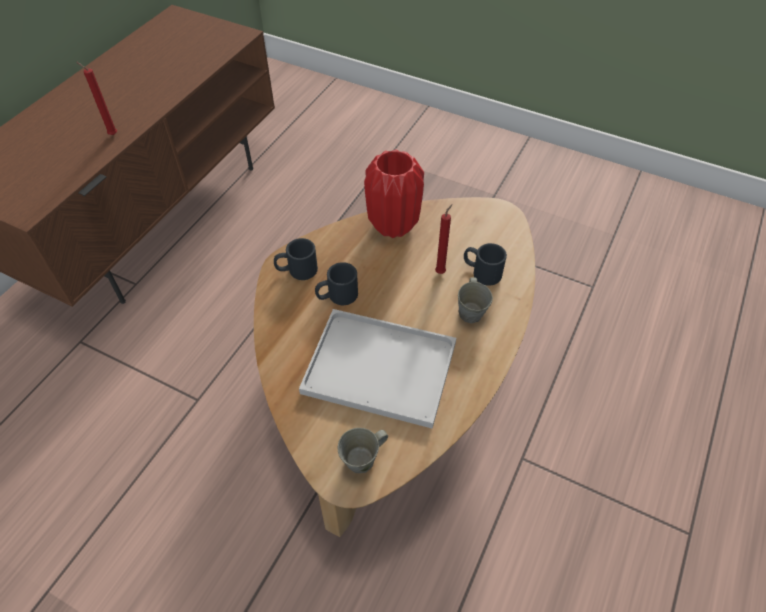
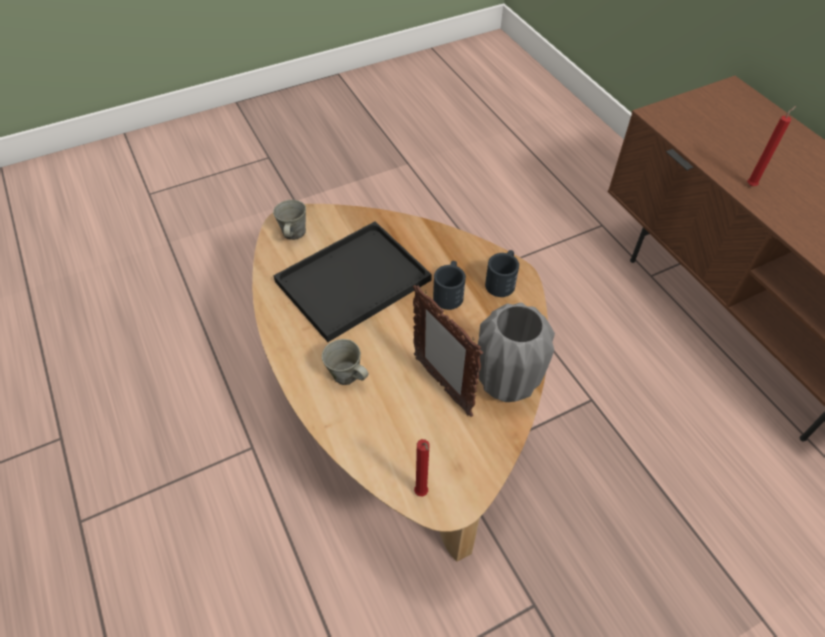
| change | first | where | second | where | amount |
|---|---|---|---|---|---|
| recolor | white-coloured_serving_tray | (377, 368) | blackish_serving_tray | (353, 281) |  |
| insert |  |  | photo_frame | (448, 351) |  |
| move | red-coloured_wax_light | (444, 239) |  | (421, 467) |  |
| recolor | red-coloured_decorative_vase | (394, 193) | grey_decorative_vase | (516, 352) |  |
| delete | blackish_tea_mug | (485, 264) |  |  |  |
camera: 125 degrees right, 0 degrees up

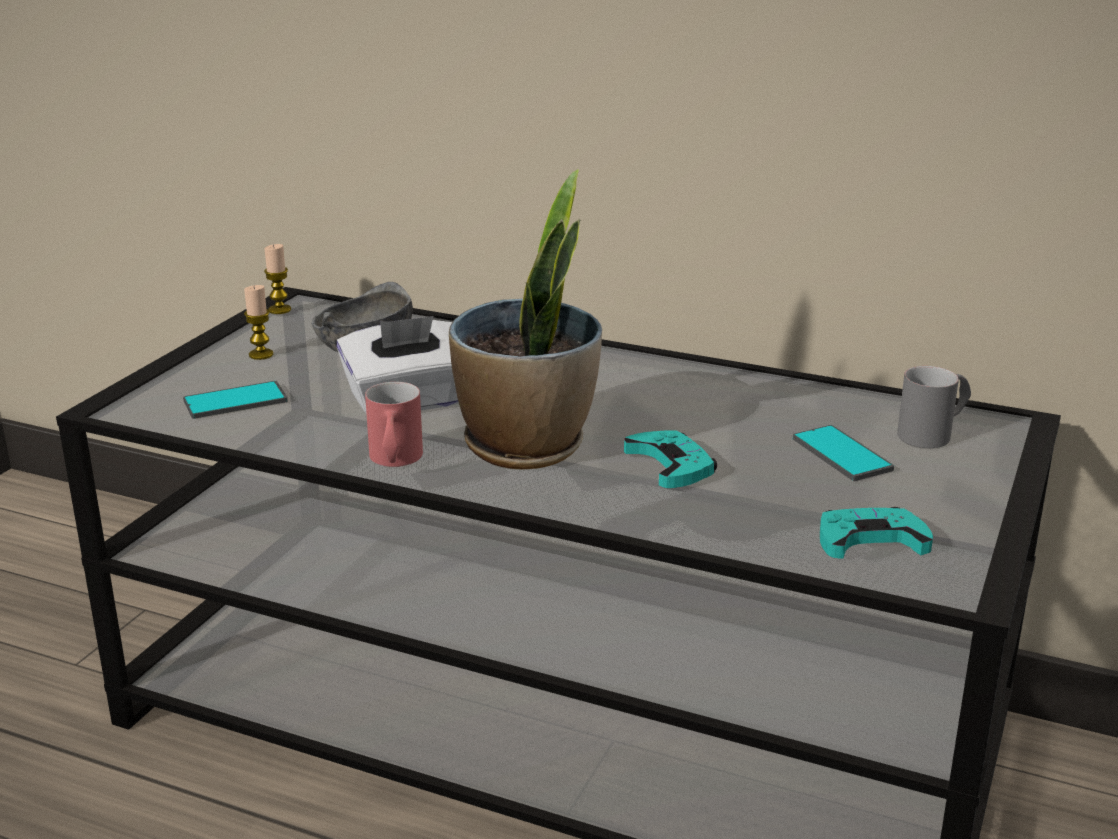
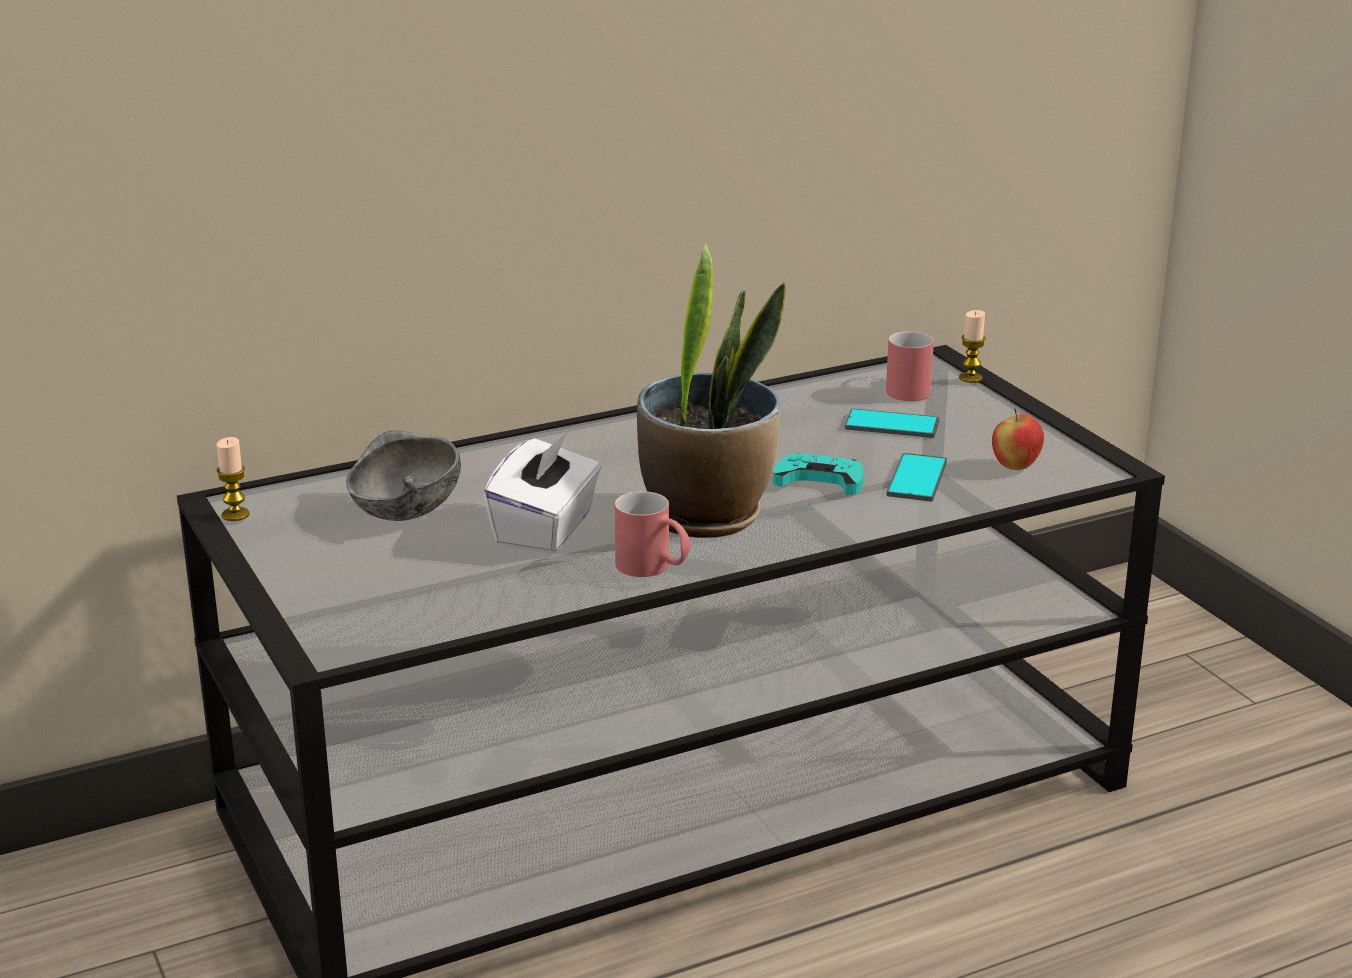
| change | first | where | second | where | amount |
|---|---|---|---|---|---|
| recolor | grey_tea_mug | (934, 407) | red-coloured_tea_mug | (910, 366) |  |
| move | handset | (235, 400) |  | (917, 477) |  |
| move | wax_light | (258, 322) |  | (972, 346) |  |
| replace | blue-green_game_controller | (876, 532) | apple | (1018, 439) |  |
camera: 50 degrees left, 0 degrees up

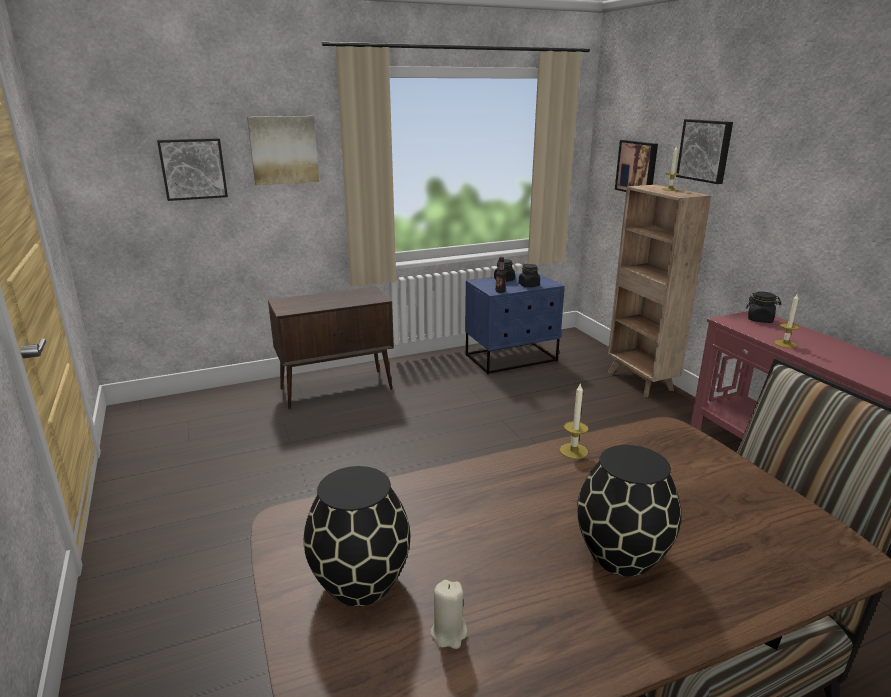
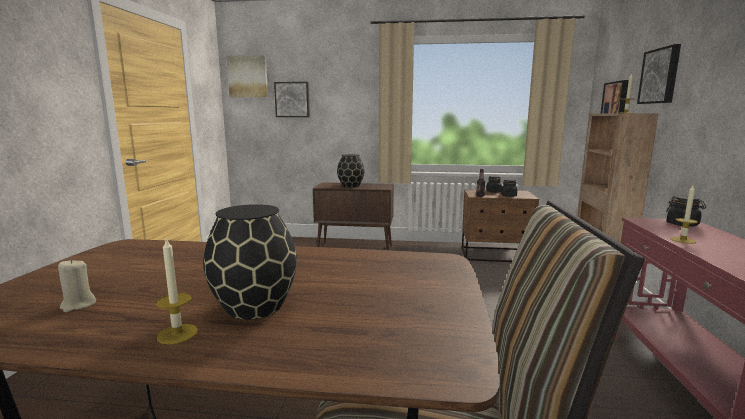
| change | first | where | second | where | amount |
|---|---|---|---|---|---|
| move | wax_light | (574, 421) |  | (176, 290) |  |
| move | wall_picture | (283, 150) |  | (247, 76) |  |
| move | blackish_decorative_vase | (357, 536) |  | (350, 171) |  |
| recolor | blue-coloured_night_table | (515, 323) | brown_night_table | (500, 225) |  |
camera: 30 degrees right, 10 degrees down

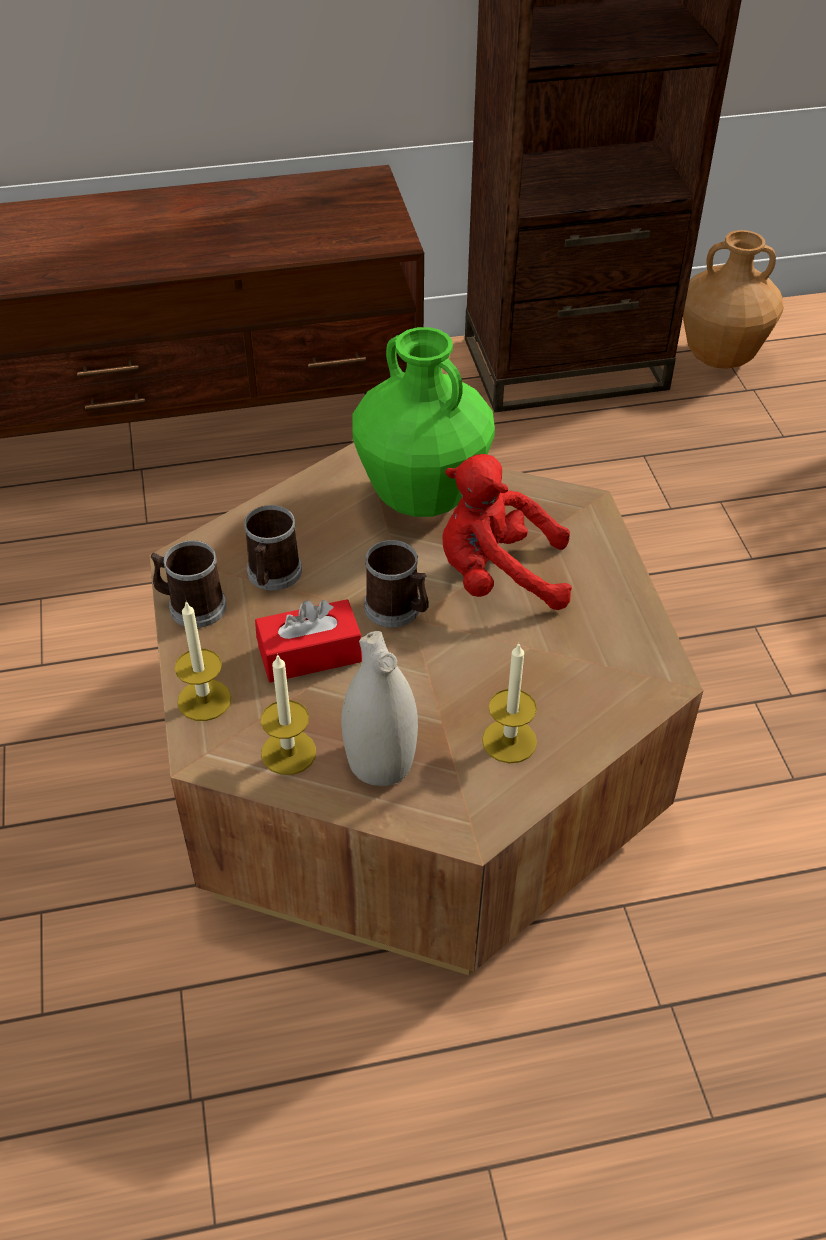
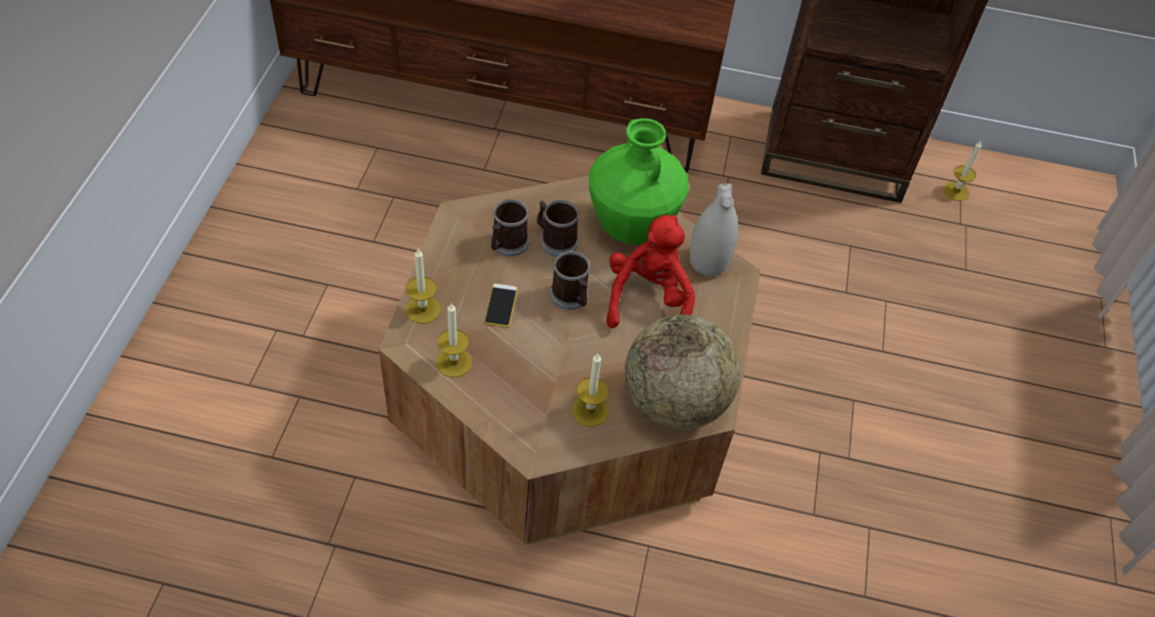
| change | first | where | second | where | amount |
|---|---|---|---|---|---|
| replace | red-coloured_tissue_holder | (308, 640) | handset | (501, 305) |  |
| move | tea_mug | (188, 584) |  | (558, 228) |  |
| rotate | red-coloured_plush_toy | (507, 532) |  | (650, 271) | 75 degrees clockwise |
| insert |  |  | globe | (682, 372) |  |
| move | white-coloured_decorative_vase | (379, 708) |  | (714, 230) |  |
| replace | brown_decorative_vase | (733, 299) | wax_light | (962, 171) |  |
camera: 20 degrees right, 5 degrees up

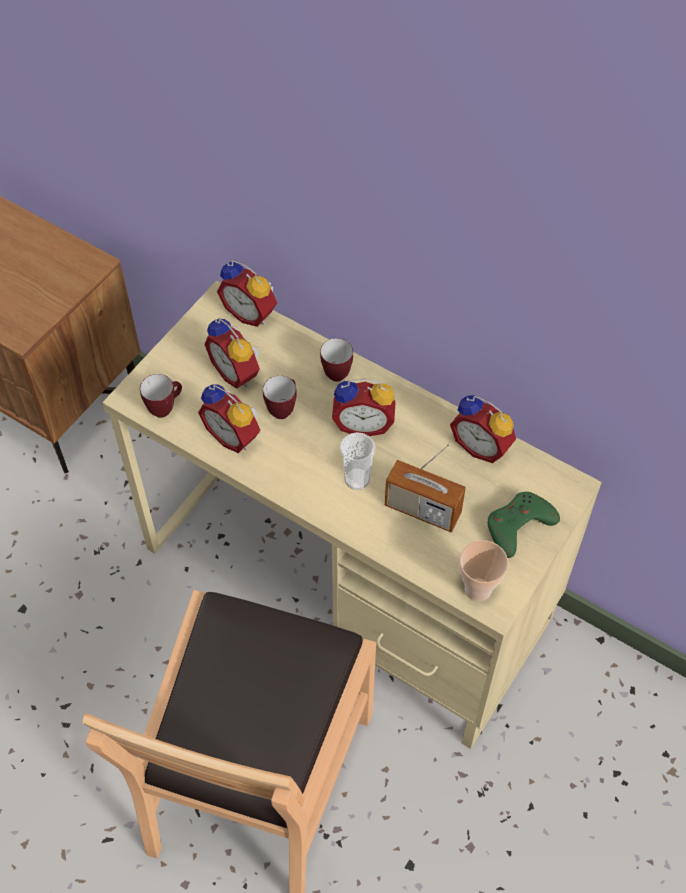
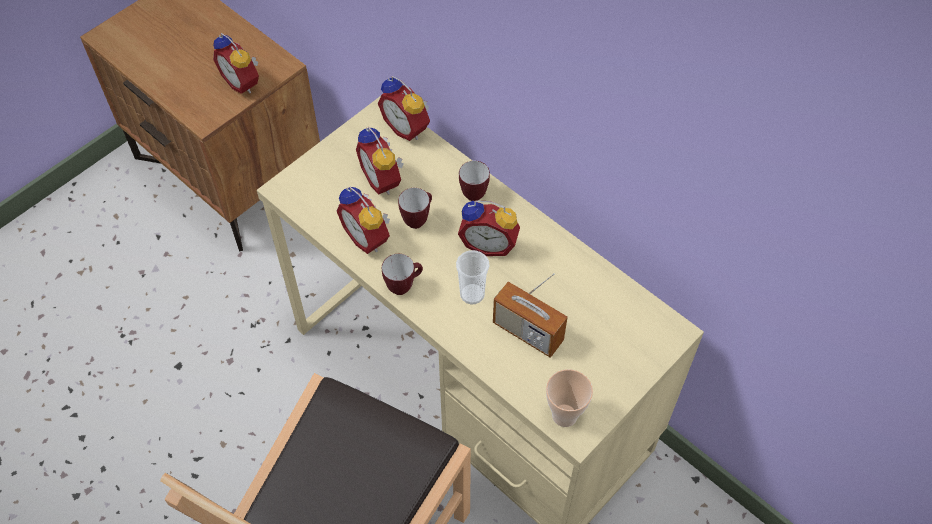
| change | first | where | second | where | amount |
|---|---|---|---|---|---|
| move | table_clock | (483, 429) |  | (236, 63) |  |
| move | tea_mug | (161, 396) |  | (402, 274) |  |
| delete | green-coloured_game_controller | (524, 525) |  |  |  |
camera: 10 degrees right, 0 degrees up

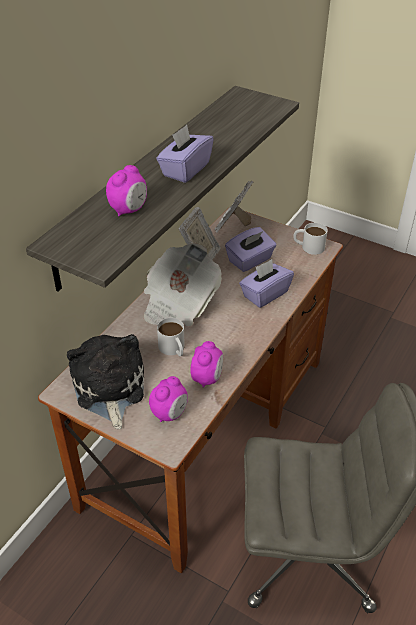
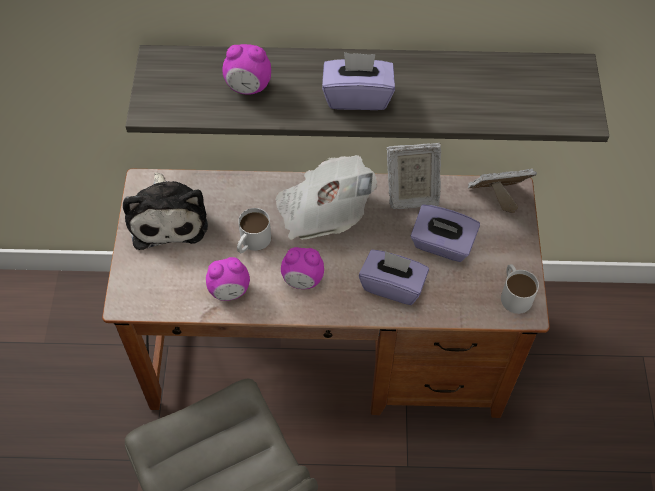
| change | first | where | second | where | amount |
|---|---|---|---|---|---|
| rotate | plush_toy | (105, 381) |  | (165, 211) | 120 degrees clockwise |
| move | table_clock | (168, 399) |  | (302, 268) |  |
camera: 60 degrees right, 15 degrees up

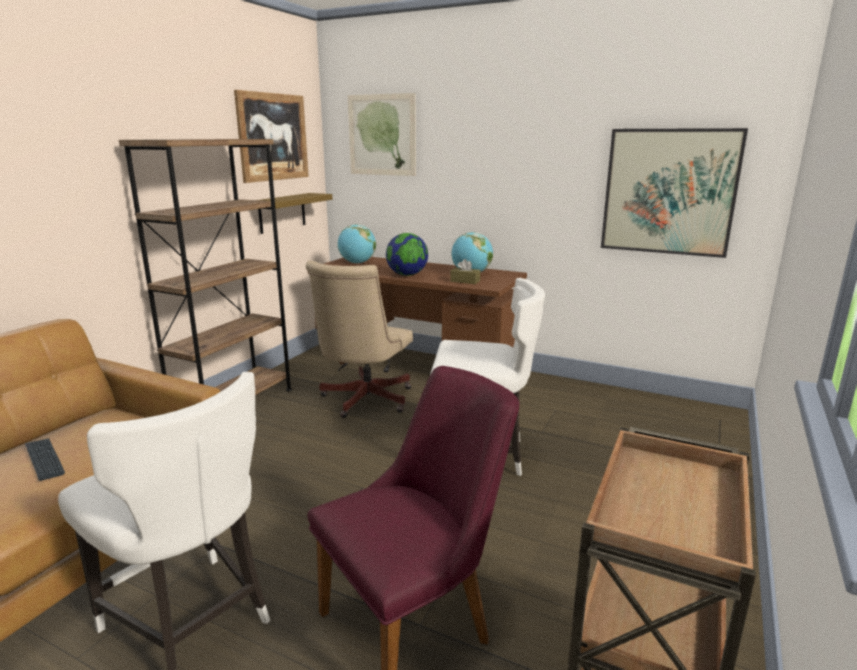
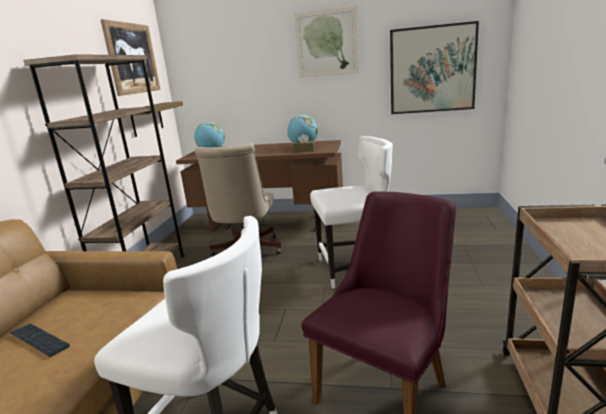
| change | first | where | second | where | amount |
|---|---|---|---|---|---|
| move | wall_picture | (382, 134) |  | (326, 42) |  |
| delete | globe | (407, 254) |  |  |  |
camera: 15 degrees left, 0 degrees up

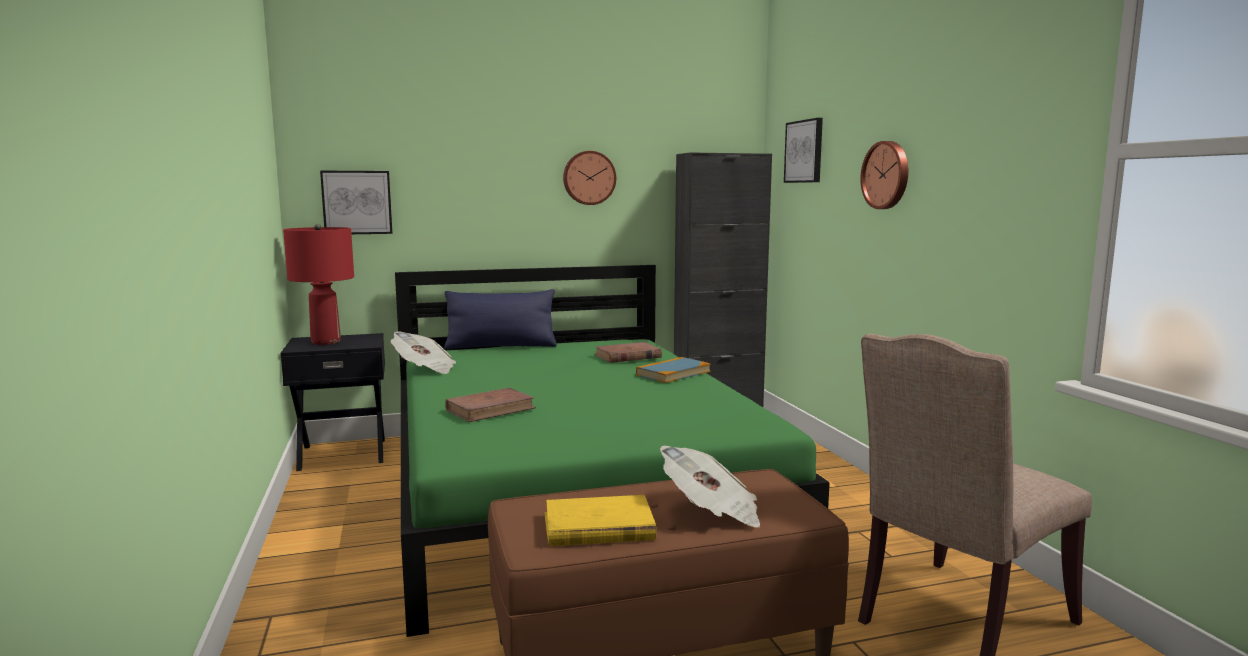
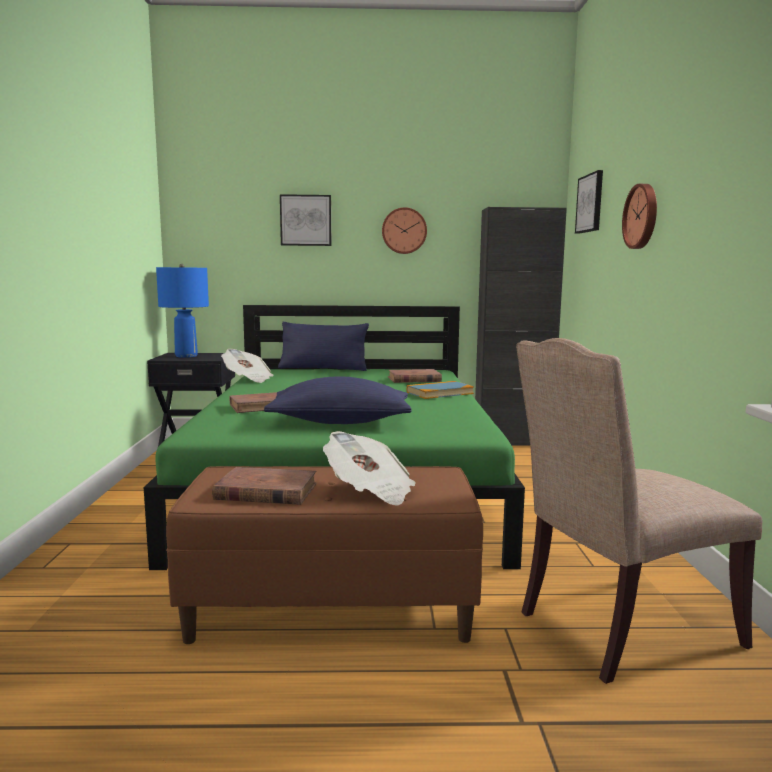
| change | first | where | second | where | amount |
|---|---|---|---|---|---|
| recolor | red-coloured_table_lamp | (318, 284) | blue-coloured_table_lamp | (182, 311) |  |
| recolor | yellow-coloured_book | (600, 520) | brown_book | (264, 486) |  |
| insert |  |  | blue-coloured_throw_pillow | (338, 400) |  |
| move | wall_picture | (356, 202) |  | (305, 220) |  |
camera: 15 degrees right, 0 degrees up

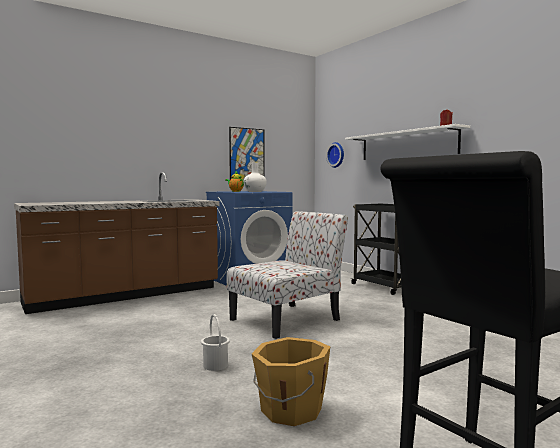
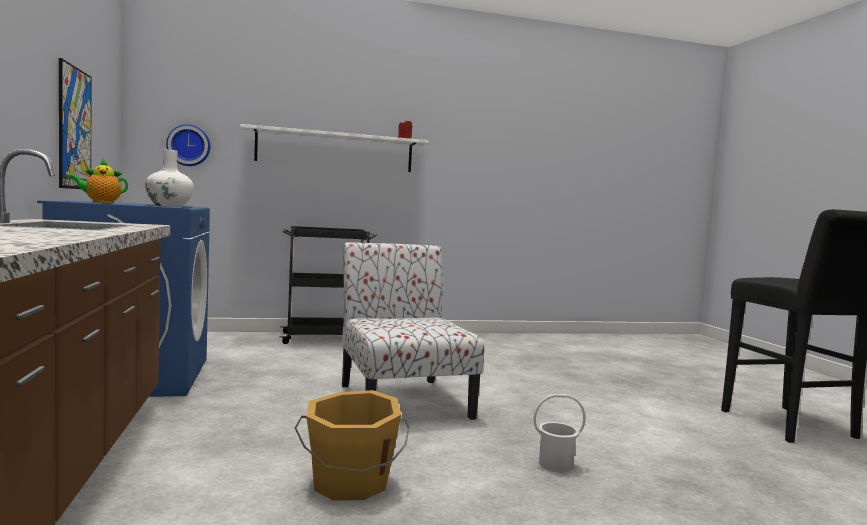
| change | first | where | second | where | amount |
|---|---|---|---|---|---|
| move | orange-coloured_bucket | (291, 381) |  | (352, 445) |  |
camera: 70 degrees left, 0 degrees up

